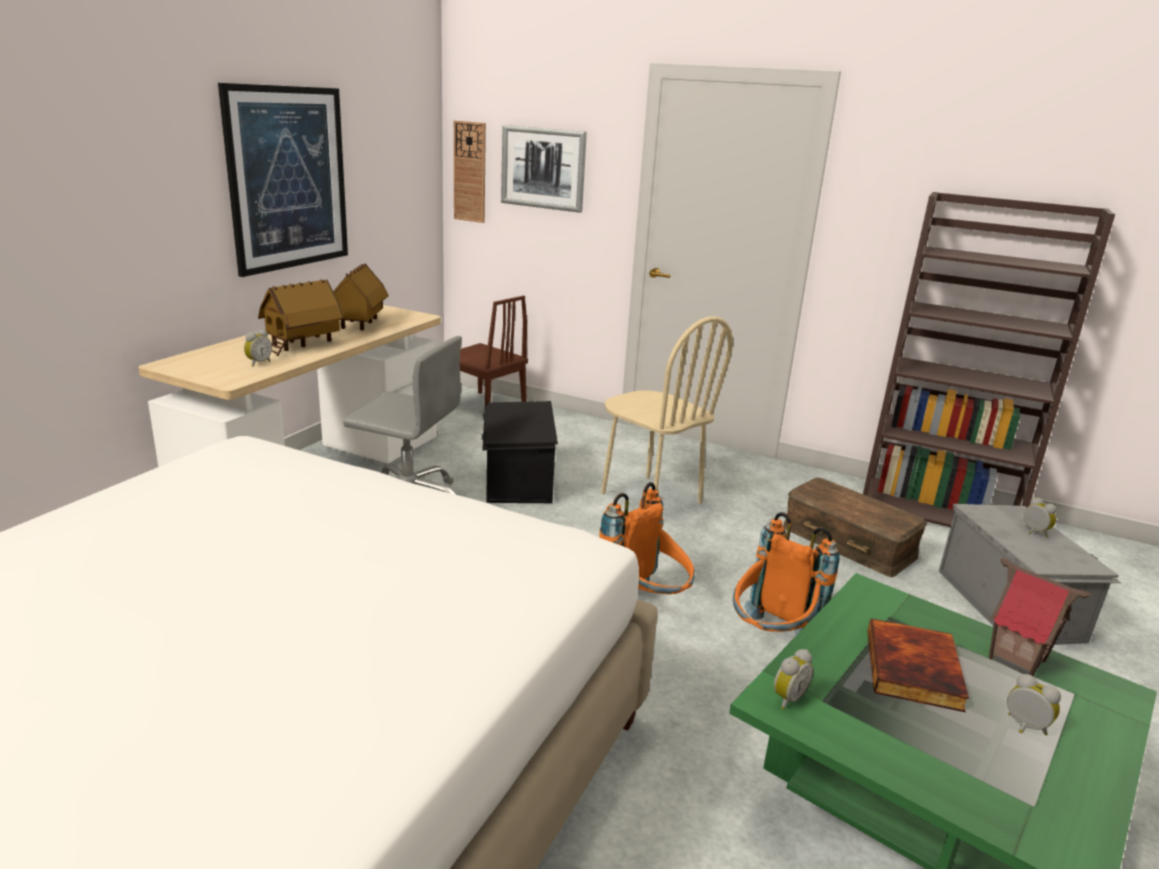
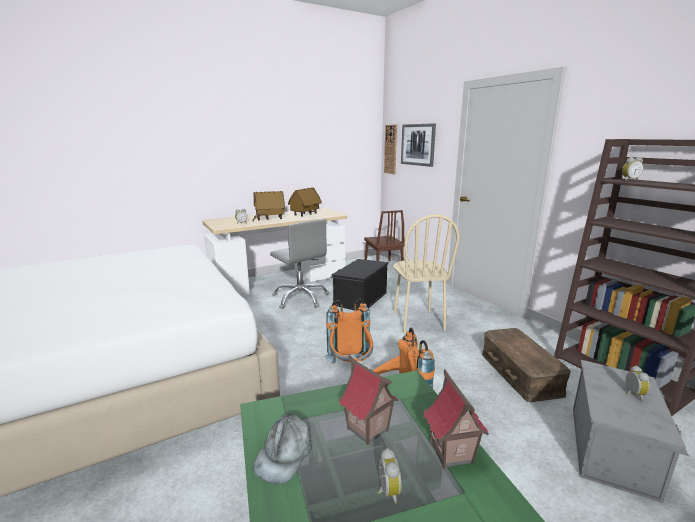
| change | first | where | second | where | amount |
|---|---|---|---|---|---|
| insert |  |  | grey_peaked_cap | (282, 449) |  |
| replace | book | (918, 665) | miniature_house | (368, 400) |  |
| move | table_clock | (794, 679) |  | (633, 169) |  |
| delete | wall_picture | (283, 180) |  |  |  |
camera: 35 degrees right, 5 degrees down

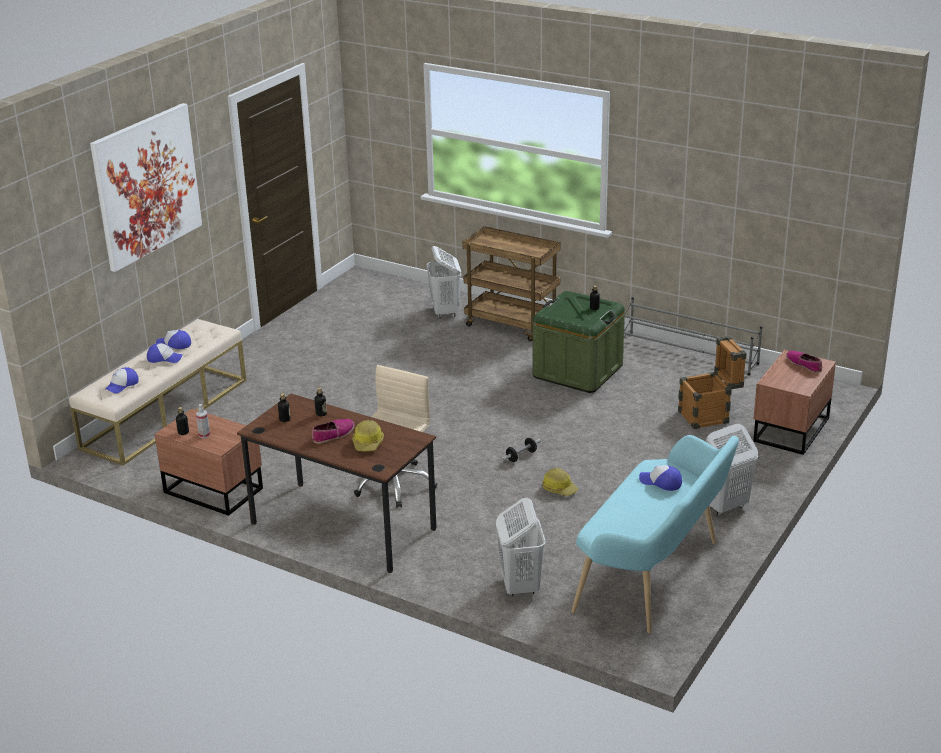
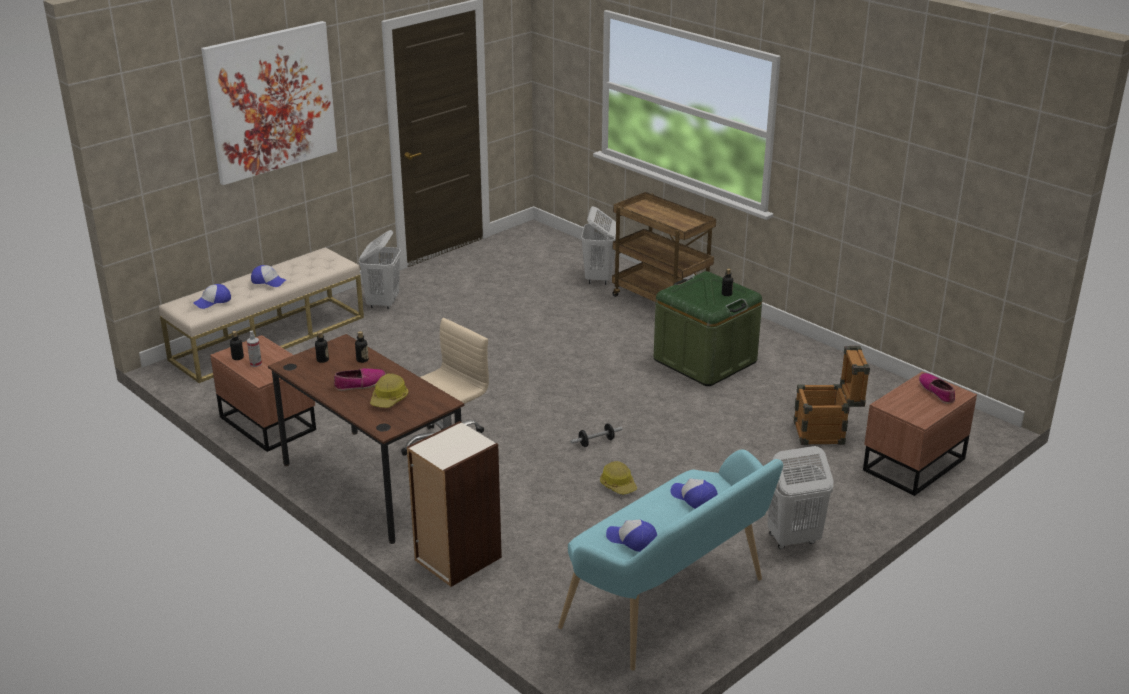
| change | first | where | second | where | amount |
|---|---|---|---|---|---|
| move | white-coloured_laundry_basket | (521, 547) |  | (380, 269) |  |
| insert |  |  | bookshelf | (454, 504) |  |
| move | peaked_cap | (173, 339) |  | (631, 536) |  |
| delete | grey_shoe_shelf | (693, 336) |  |  |  |
camera: 15 degrees right, 0 degrees up

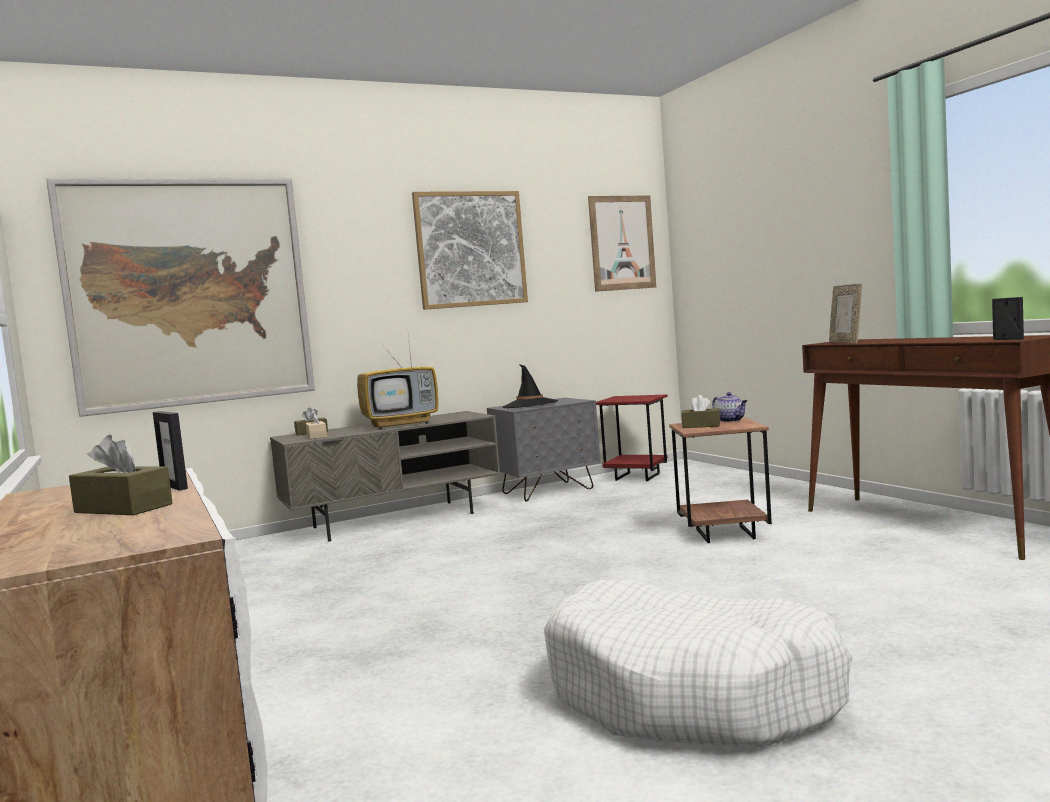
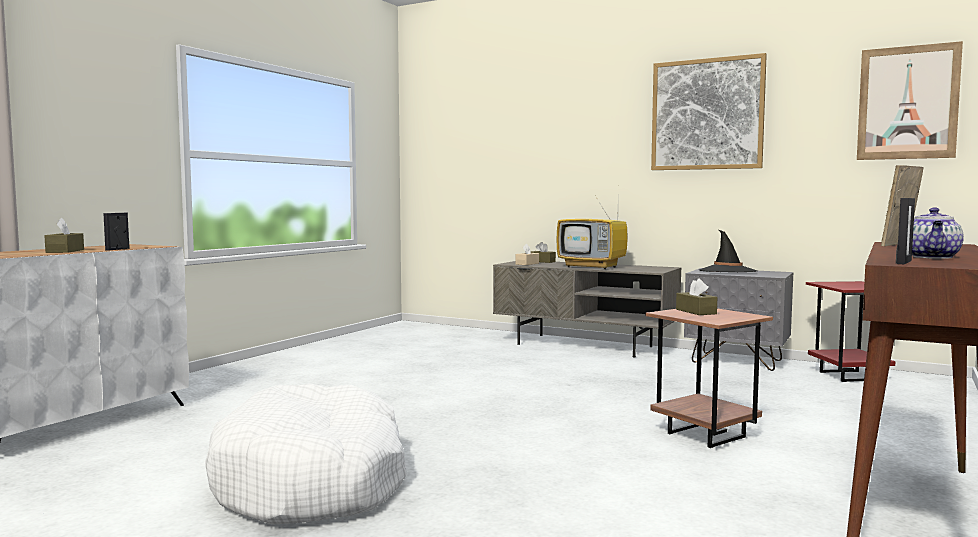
| change | first | where | second | where | amount |
|---|---|---|---|---|---|
| move | teapot | (729, 407) |  | (938, 233) |  |
| delete | wall_picture | (180, 297) |  |  |  |
camera: 55 degrees right, 0 degrees up

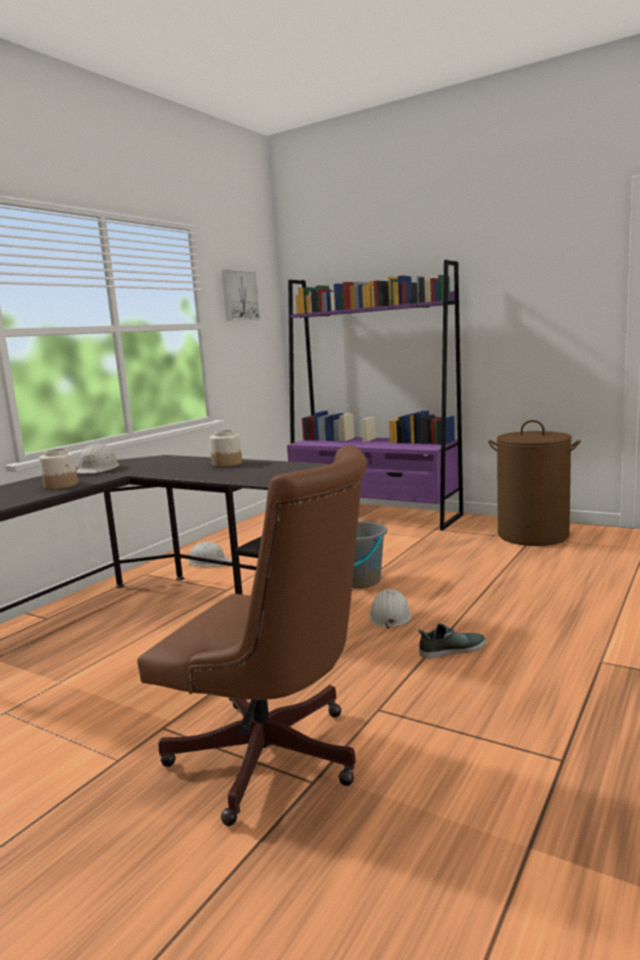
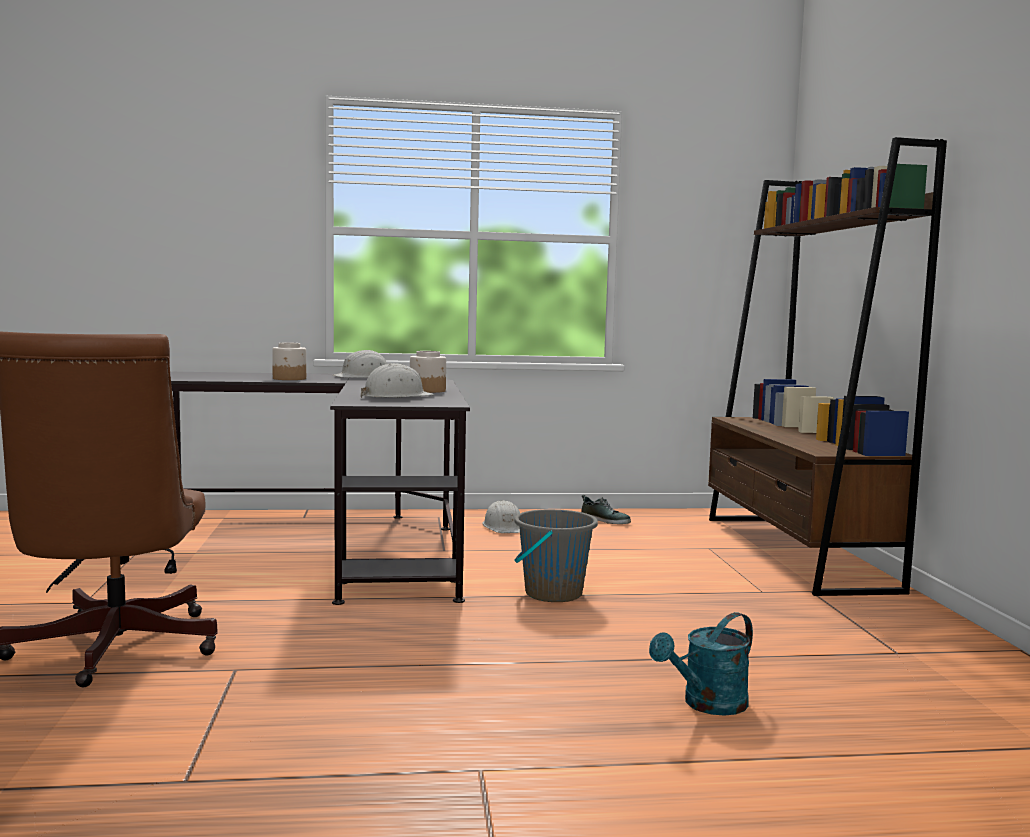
| change | first | where | second | where | amount |
|---|---|---|---|---|---|
| move | white-coloured_hard_hat | (390, 609) |  | (398, 380) |  |
| move | shoe | (452, 641) |  | (606, 509) |  |
| insert |  |  | blue-green_watering_can | (701, 664) |  |
| recolor | purple_bookshelf | (375, 395) | brown_bookshelf | (827, 366) |  |
| delete | wall_picture | (241, 294) |  |  |  |
| delete | brown_laundry_basket | (534, 483) |  |  |  |
camera: 50 degrees right, 5 degrees down

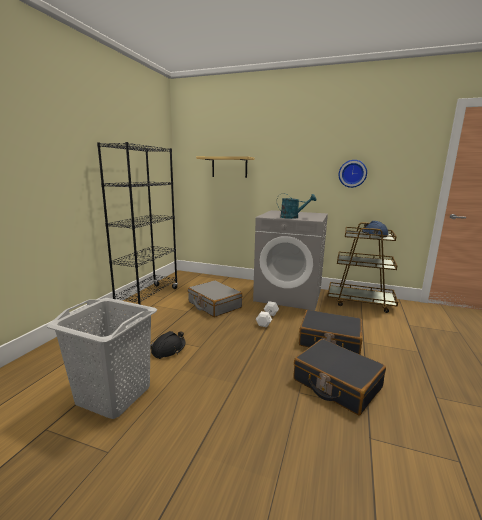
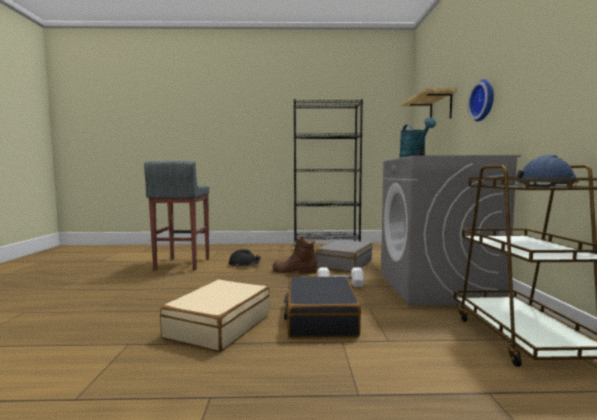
| change | first | where | second | where | amount |
|---|---|---|---|---|---|
| replace | grey_laundry_basket | (102, 358) | grey_stool_seat | (176, 216) |  |
| recolor | blackish_piece_of_luggage | (339, 377) | beige_piece_of_luggage | (215, 315) |  |
| insert |  |  | brown_high-top_boot | (295, 255) |  |
| move | wall_clock | (353, 174) |  | (481, 100) |  |
camera: 70 degrees right, 10 degrees down

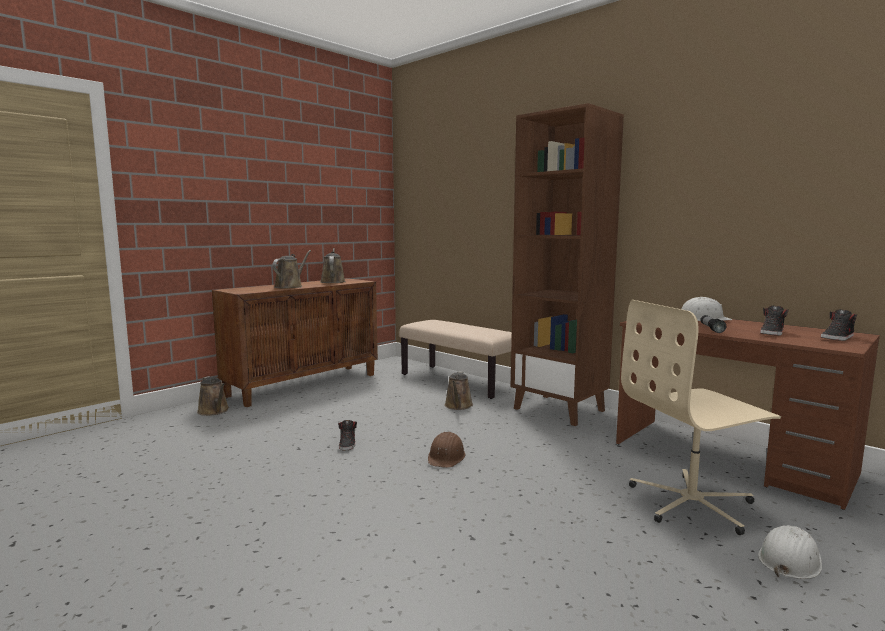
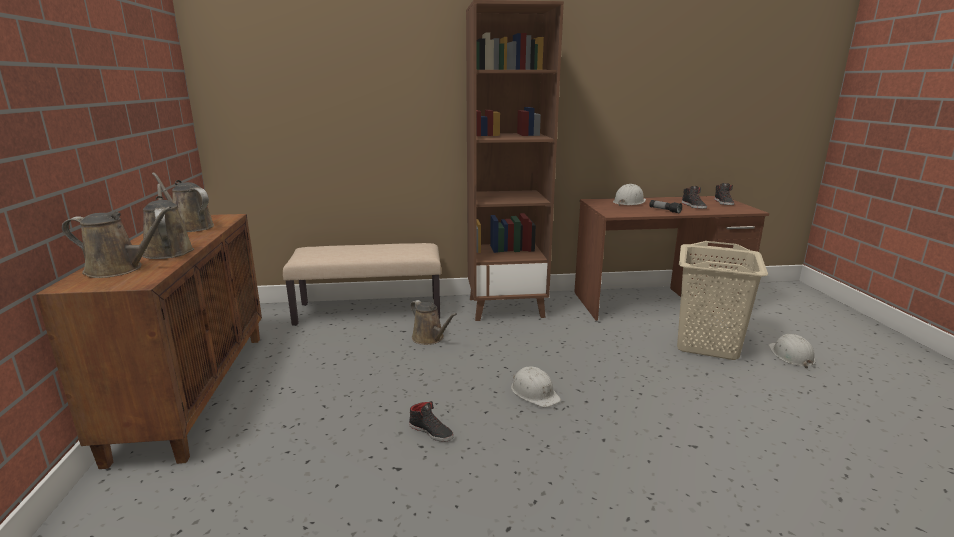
| change | first | where | second | where | amount |
|---|---|---|---|---|---|
| move | brown_watering_can | (213, 396) |  | (117, 242) |  |
| recolor | brown_hard_hat | (446, 450) | white-coloured_hard_hat | (536, 386) |  |
| replace | beige_office_chair | (701, 417) | beige_laundry_basket | (722, 300) |  |
camera: 50 degrees left, 10 degrees up

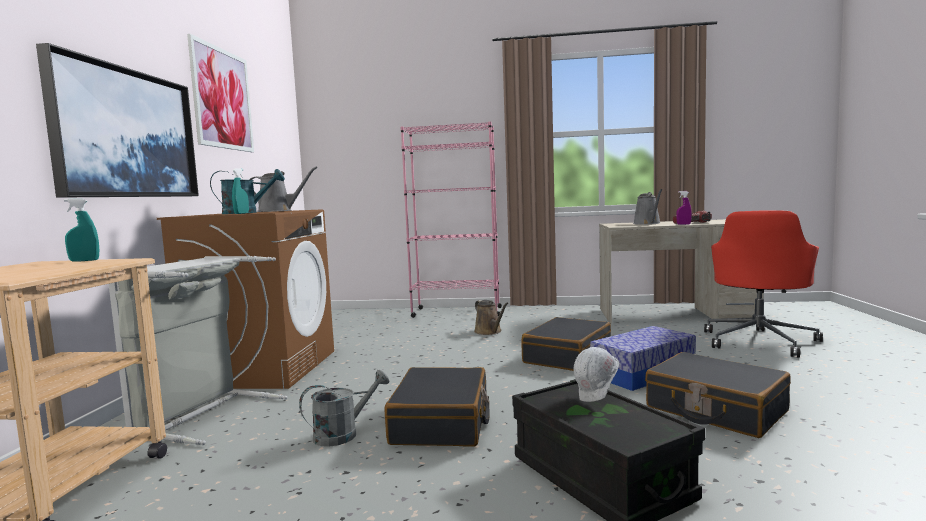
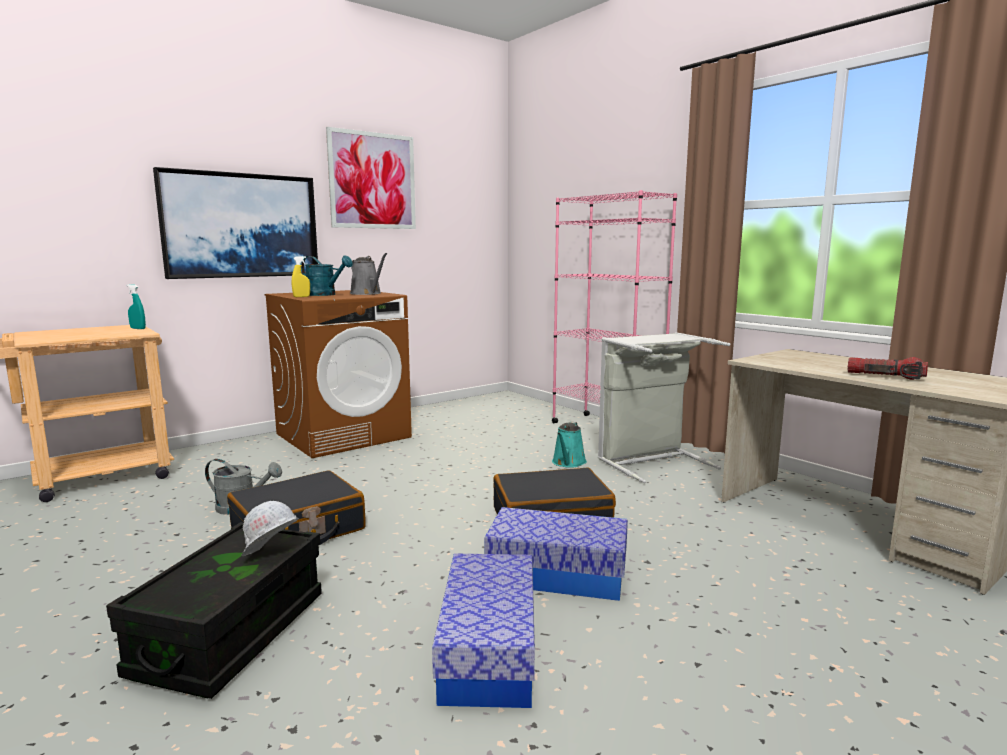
| change | first | where | second | where | amount |
|---|---|---|---|---|---|
| recolor | blue-green_hand_sprayer | (240, 191) | yellow-coloured_hand_sprayer | (301, 276) |  |
| replace | blackish_piece_of_luggage | (718, 395) | storage_box | (483, 630) |  |
| recolor | brown_watering_can | (491, 317) | blue-green_watering_can | (569, 445) |  |
| move | grey_laundry_basket | (198, 350) |  | (664, 407) |  |
| delete | grey_watering_can | (647, 207) |  |  |  |
| delete | purple_hand_sprayer | (684, 208) |  |  |  |
| delete | red-coloured_office_chair | (763, 284) |  |  |  |
camera: 45 degrees right, 5 degrees up

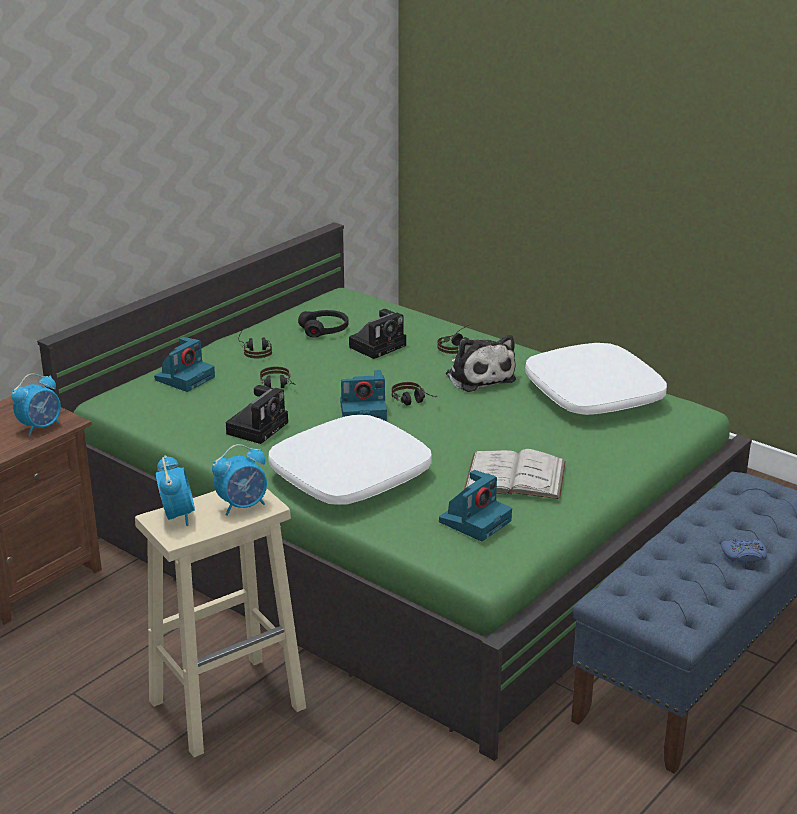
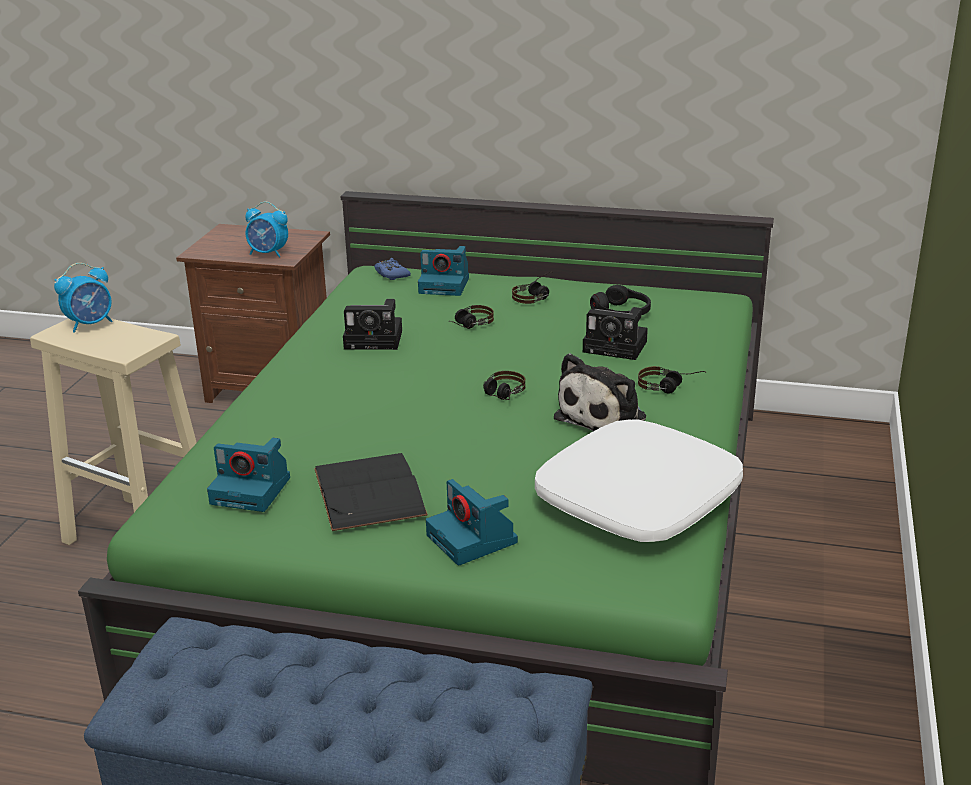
| change | first | where | second | where | amount |
|---|---|---|---|---|---|
| recolor | white-coloured_book | (515, 474) | blackish_book | (371, 492) |  |
| move | blue-coloured_game_controller | (744, 551) |  | (392, 269) |  |
| move | still_camera | (363, 395) |  | (472, 522) |  |
| delete | table_clock | (239, 480) |  |  |  |
| delete | white-coloured_throw_pillow | (350, 460) |  |  |  |
camera: 65 degrees right, 0 degrees up

